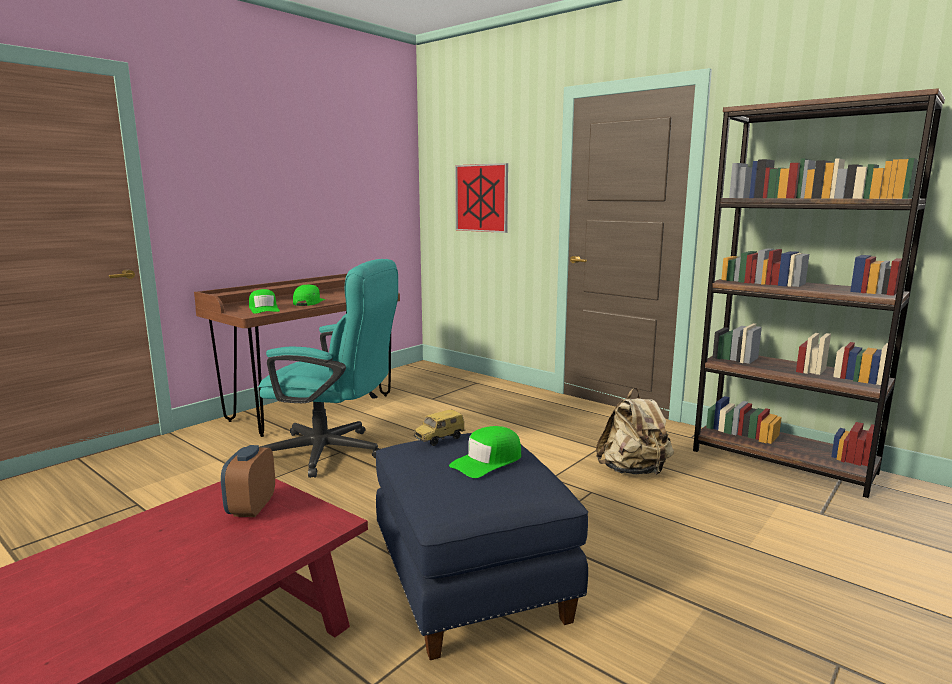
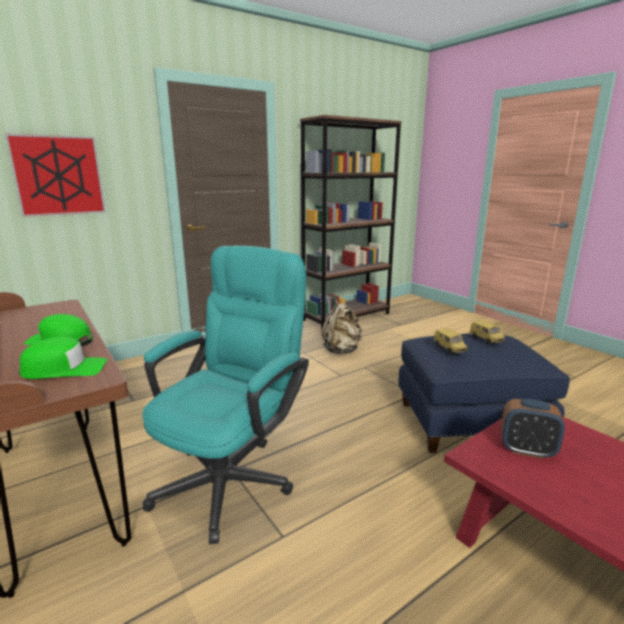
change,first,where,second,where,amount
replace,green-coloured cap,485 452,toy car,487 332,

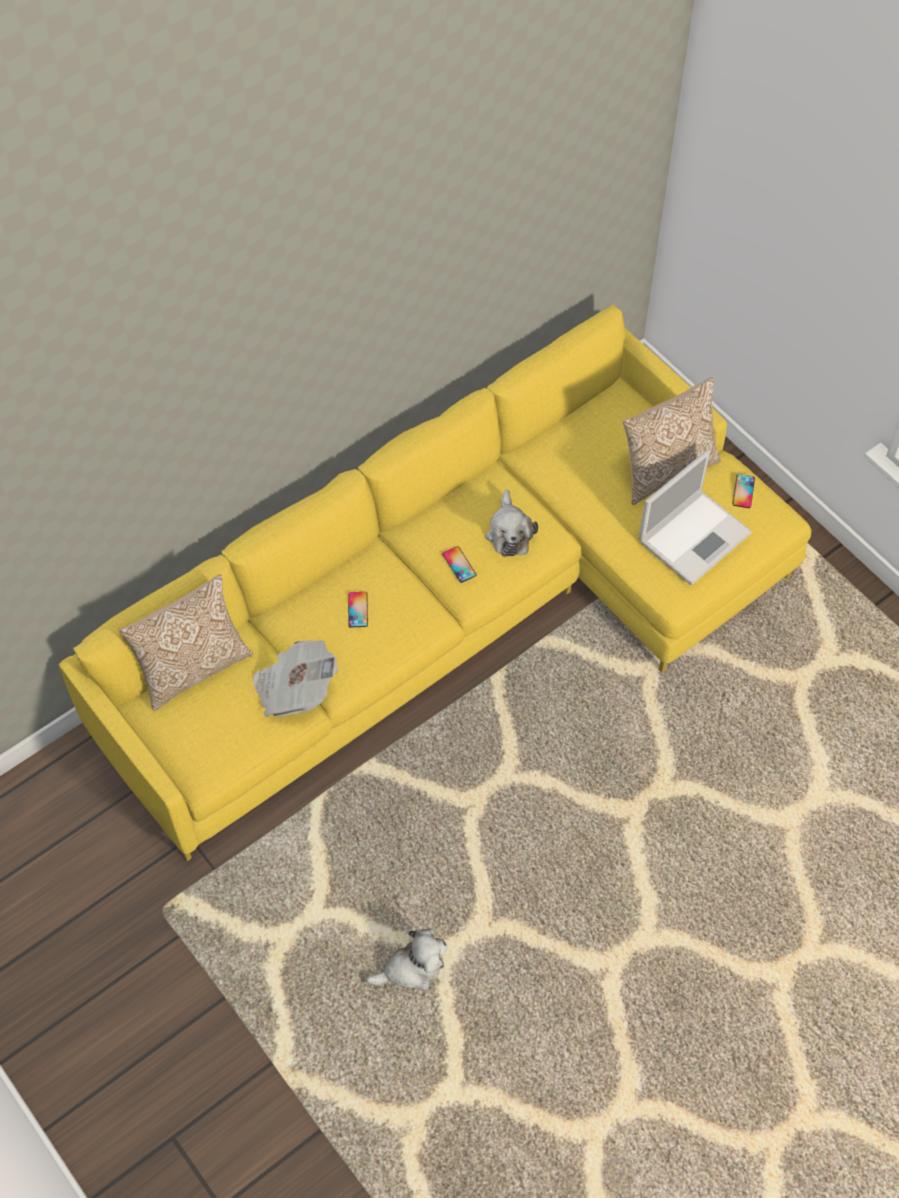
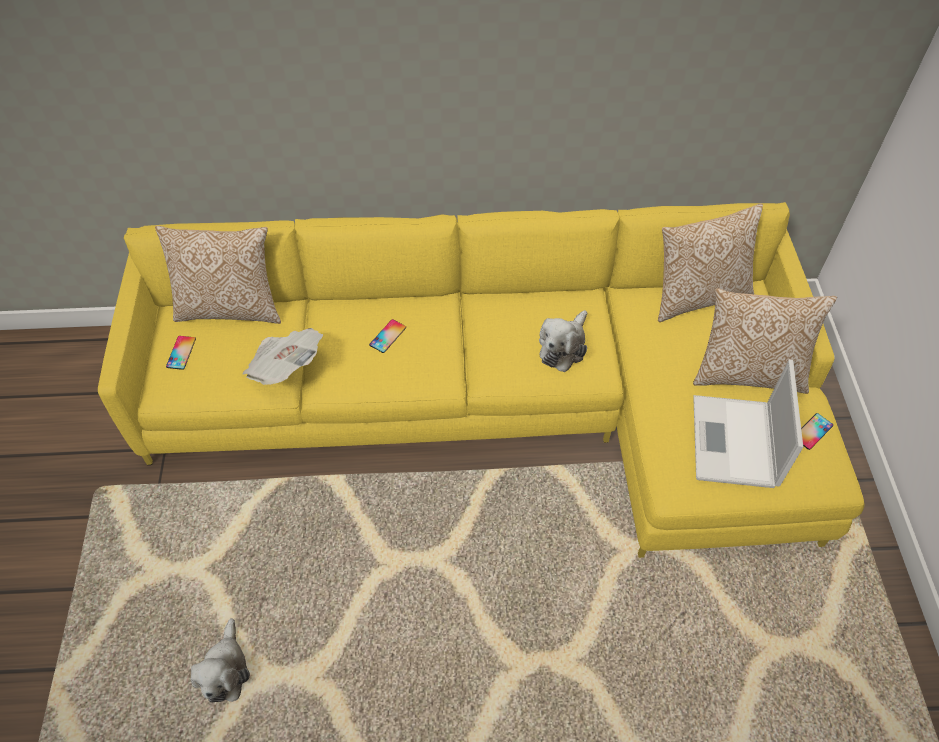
change,first,where,second,where,amount
move,handset,459 564,,181 353,
rotate,soft toy,407 960,,220 660,75 degrees clockwise
insert,,,pillow,710 262,
rotate,notebook computer,695 517,,748 423,105 degrees clockwise

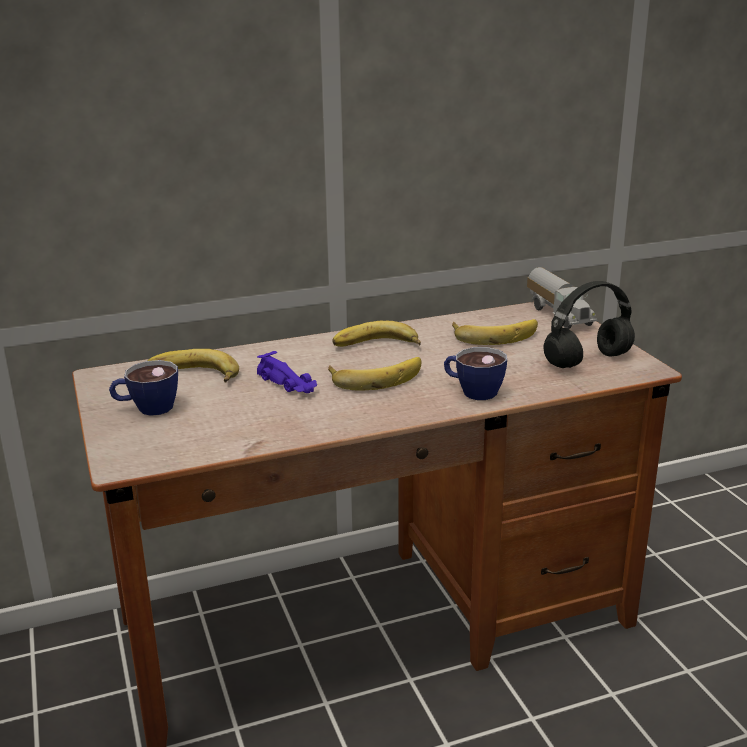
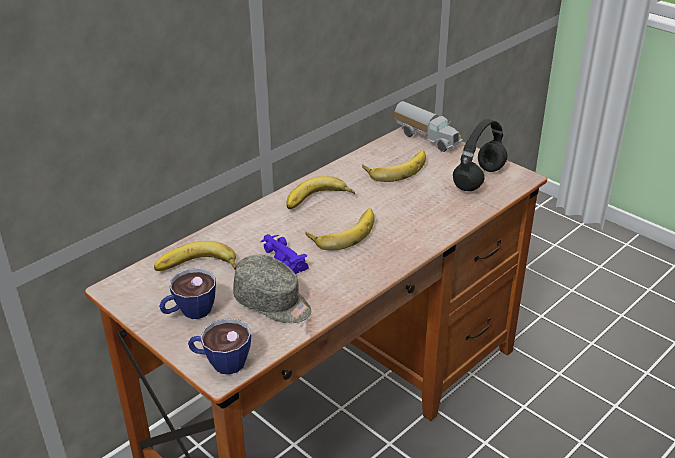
change,first,where,second,where,amount
move,small cup,475 373,,219 346,
insert,,,grey cap,272 289,
rotate,purple toy car,287 372,,284 254,150 degrees counterclockwise

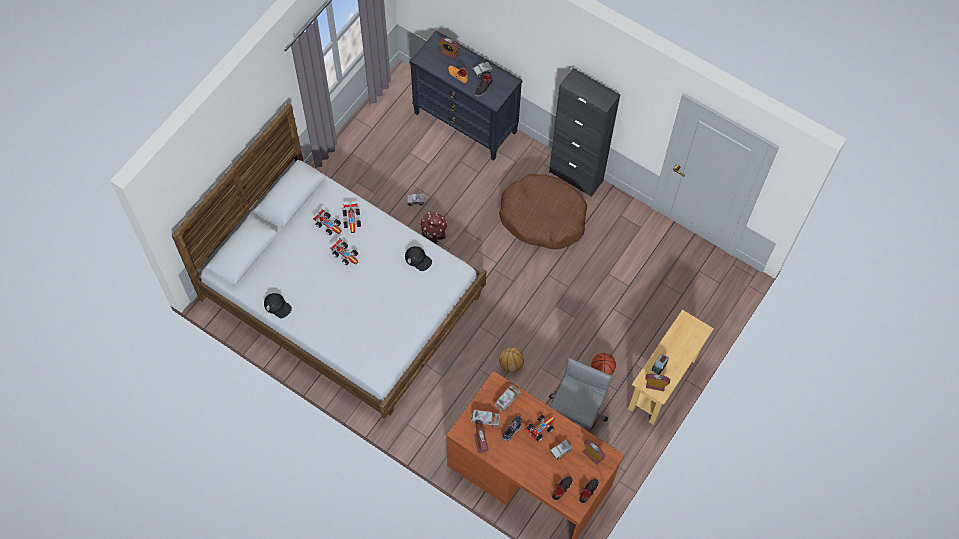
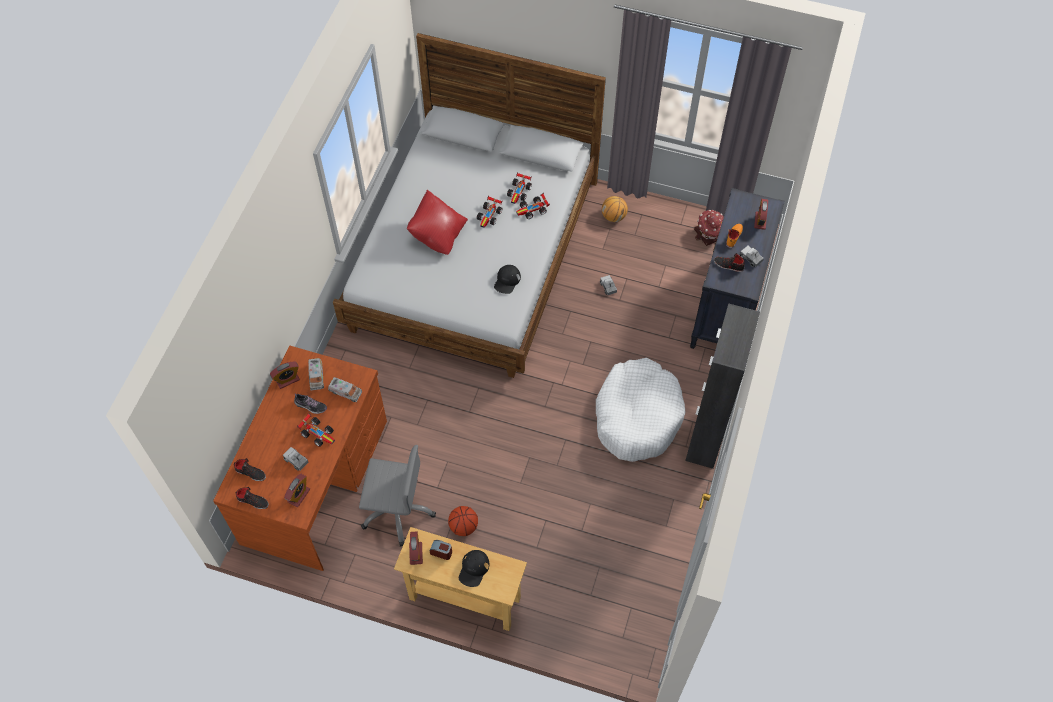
change,first,where,second,where,amount
insert,,,reddish pillow,437 222,
move,blackish cap,278 305,,474 568,
recolor,brown pet bed,543 211,whitish pet bed,640 410,
move,ball for basketball,511 360,,615 209,
move,miniature house,433 228,,709 228,

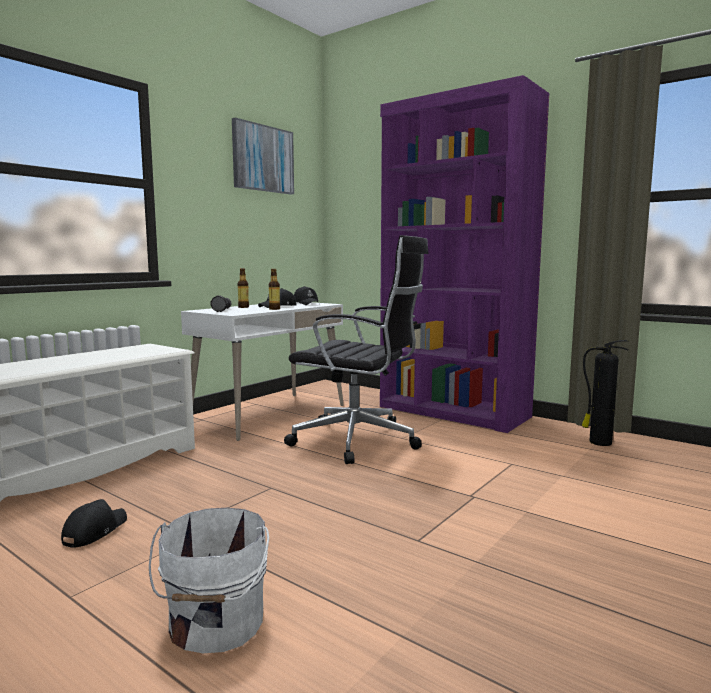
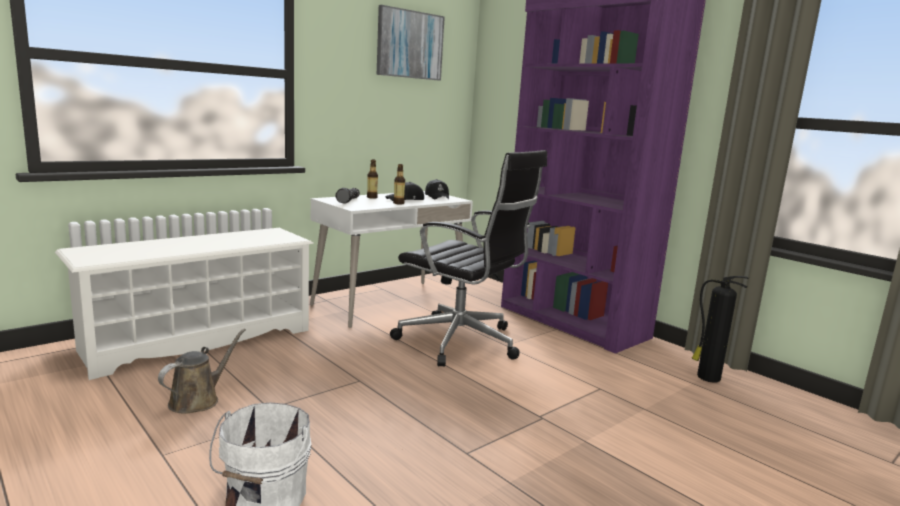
change,first,where,second,where,amount
replace,blackish cap,94 523,brown watering pot,202 371,

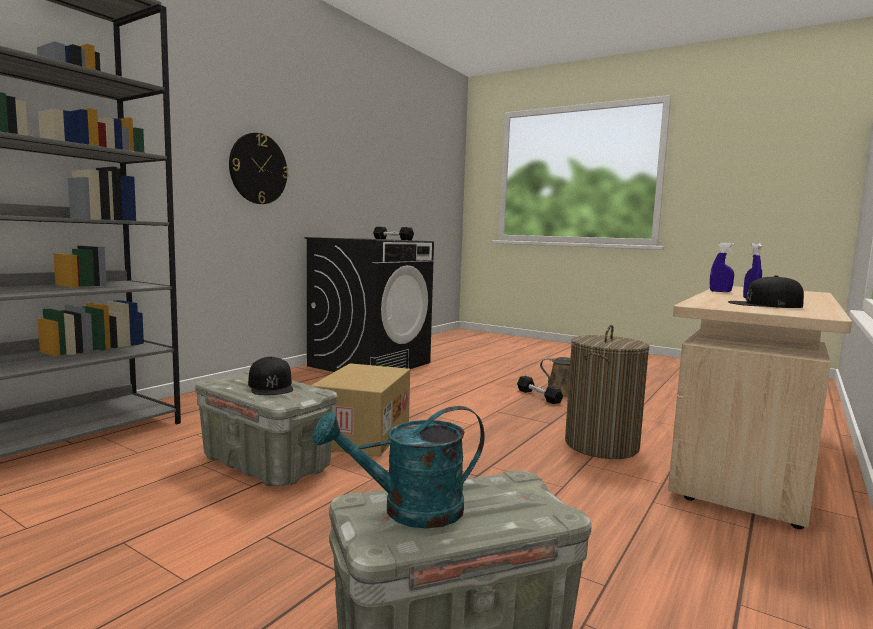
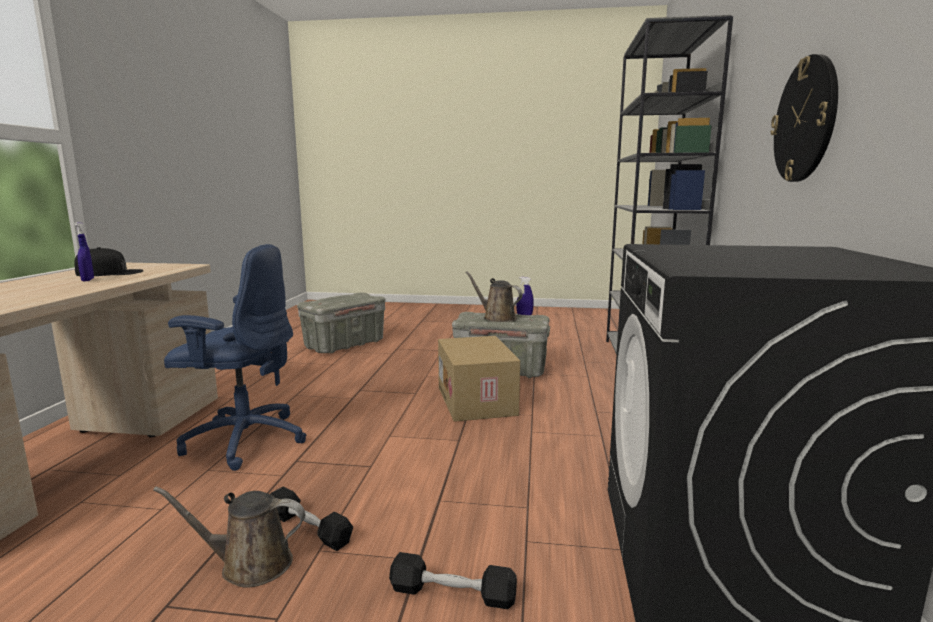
change,first,where,second,where,amount
replace,washing basket,607 392,blue desk chair,235 357,
move,blackish dumbbell,393 233,,453 580,
replace,blackish cap,270 376,brown watering pot,494 296,
move,blue hand sprayer,722 267,,525 296,
delete,turquoise watering pot,398 467,,,

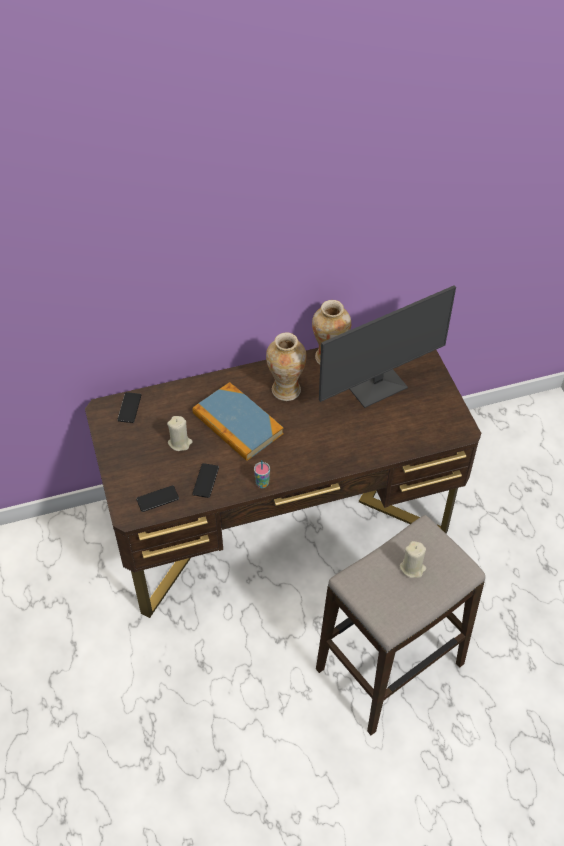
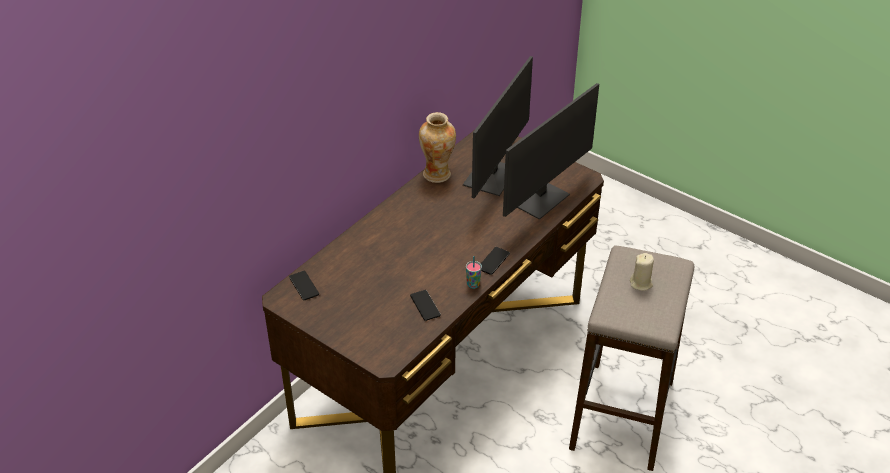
change,first,where,second,where,amount
move,handset,157 498,,495 261,
insert,,,monitor,551 151,
delete,sand-coloured wax candle,180 433,,,
delete,volume,238 421,,,
delete,flower vase,286 366,,,

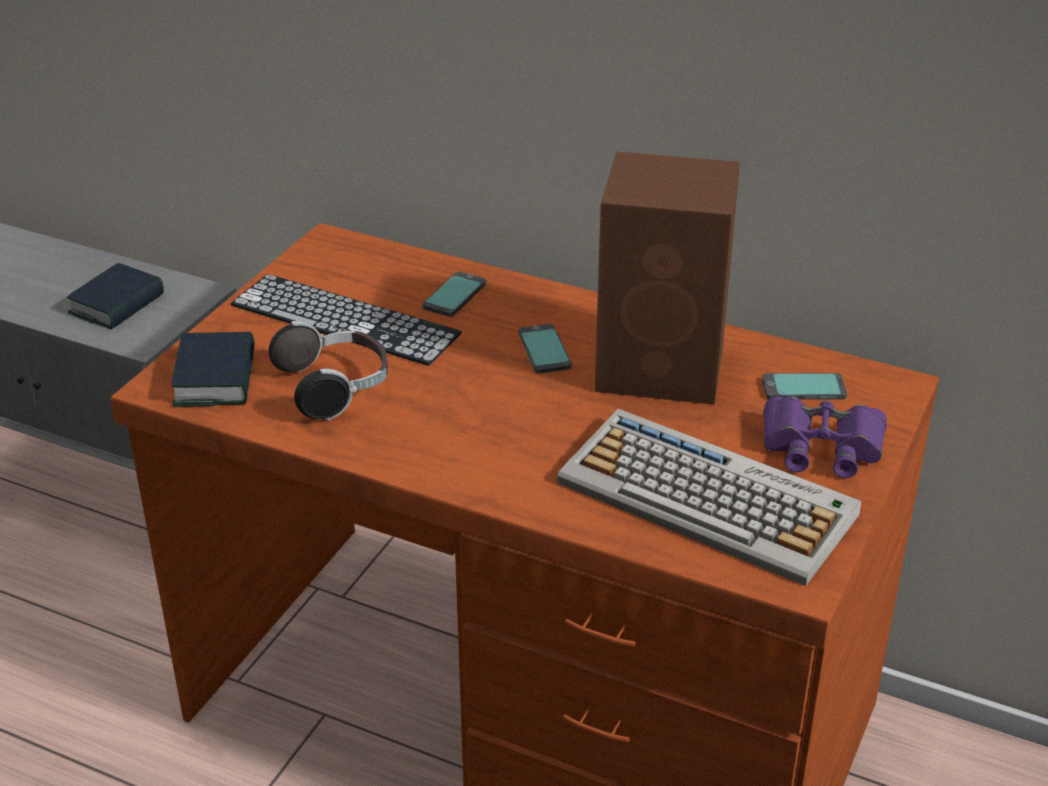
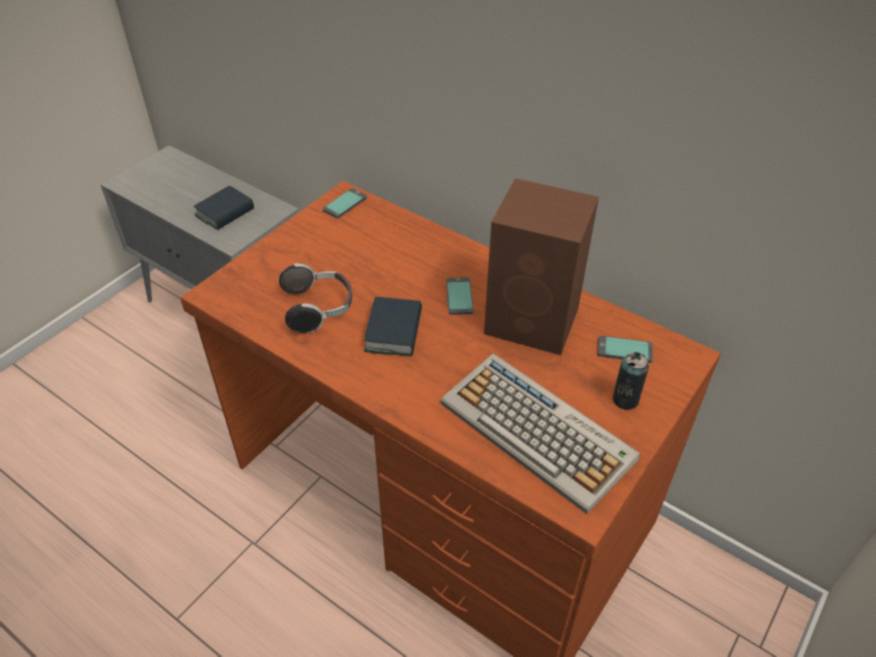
change,first,where,second,where,amount
move,handset,454 294,,345 203,
move,volume,213 369,,393 326,
replace,purple field glasses,825 437,metal can,631 381,
delete,PC keyboard,346 319,,,

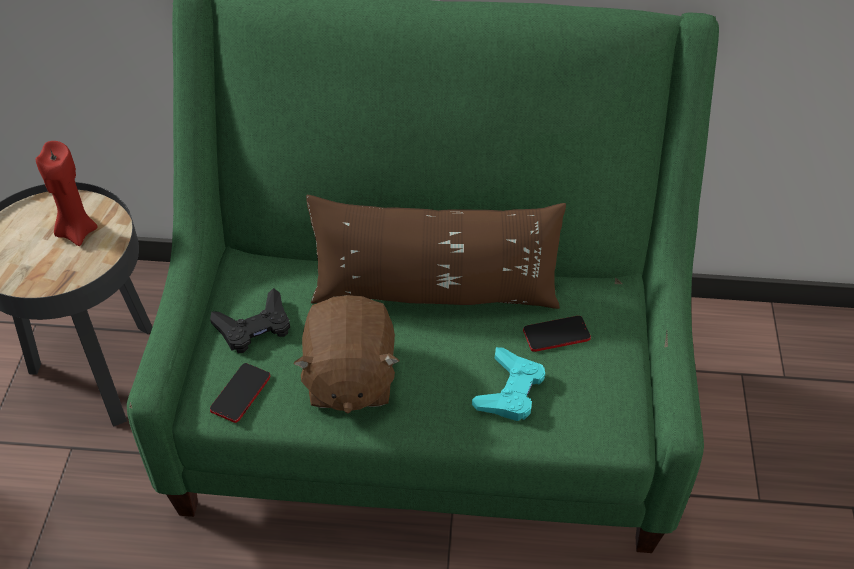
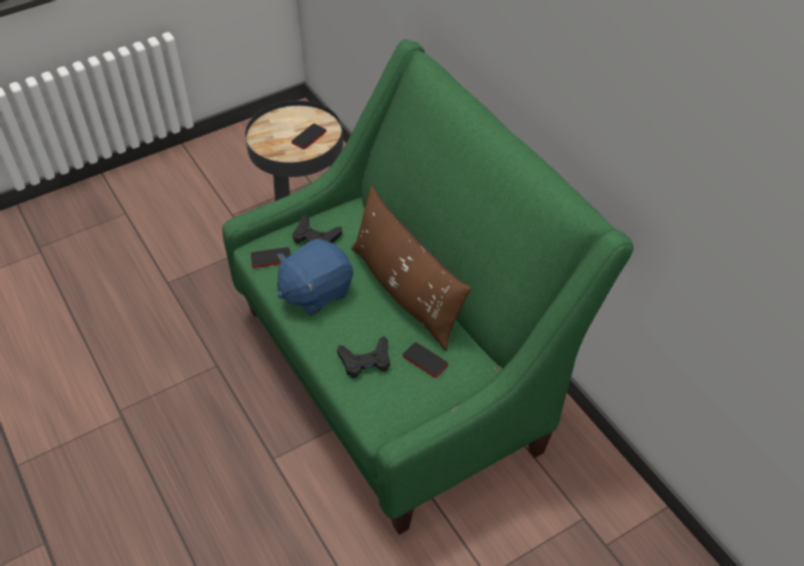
change,first,where,second,where,amount
recolor,brown soft toy,346 354,blue soft toy,315 277,
replace,reddish wax candle,66 193,handset,308 136,
recolor,turquoise joypad,508 384,blackish joypad,363 357,

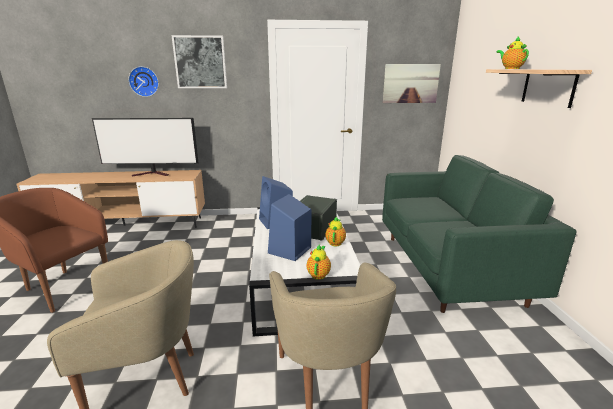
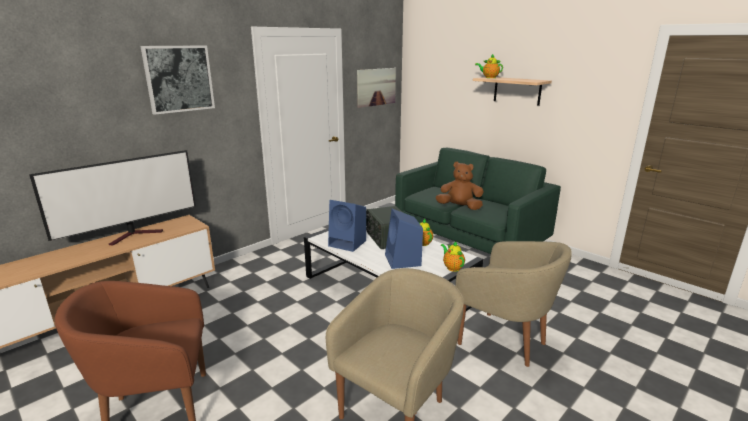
change,first,where,second,where,amount
insert,,,brown soft toy,460 186,
delete,wall clock,144 81,,,

